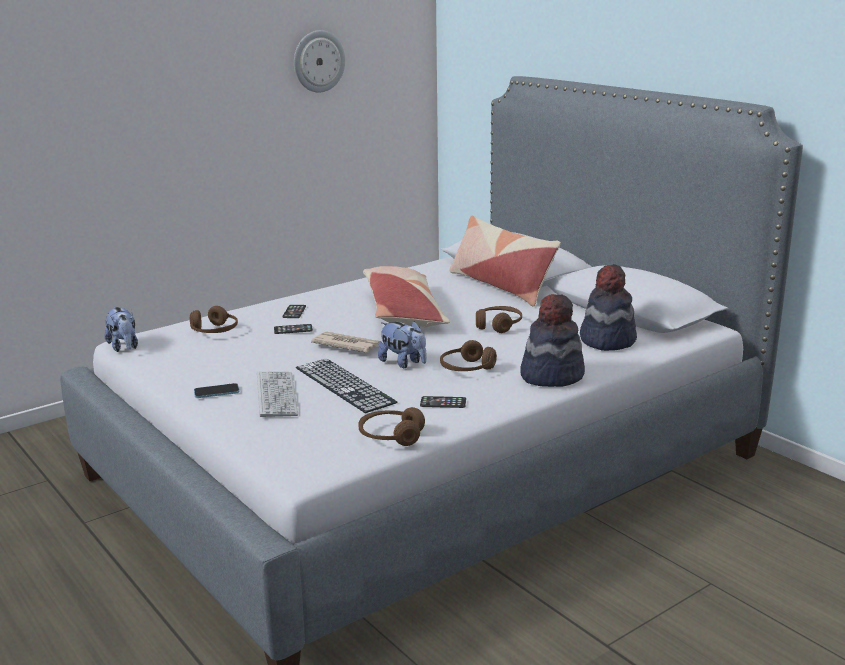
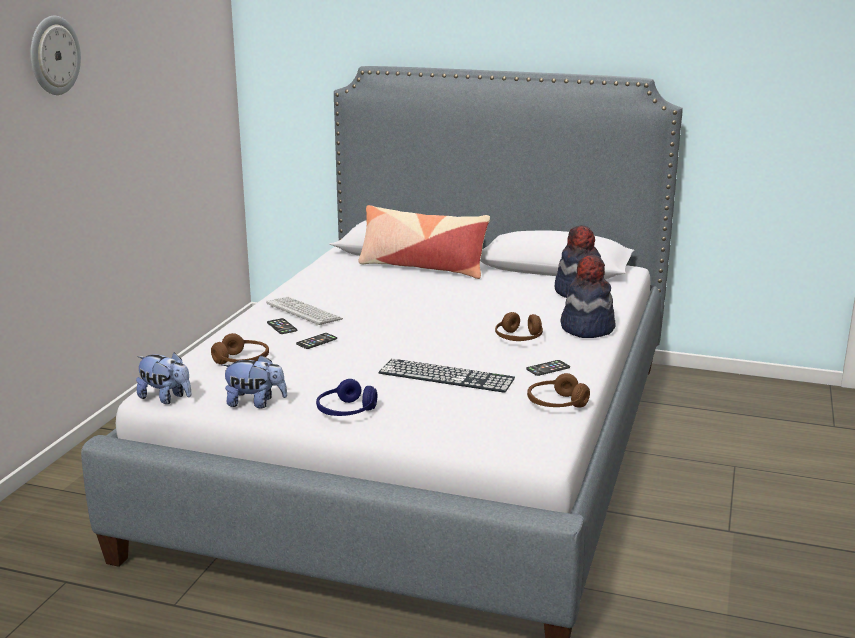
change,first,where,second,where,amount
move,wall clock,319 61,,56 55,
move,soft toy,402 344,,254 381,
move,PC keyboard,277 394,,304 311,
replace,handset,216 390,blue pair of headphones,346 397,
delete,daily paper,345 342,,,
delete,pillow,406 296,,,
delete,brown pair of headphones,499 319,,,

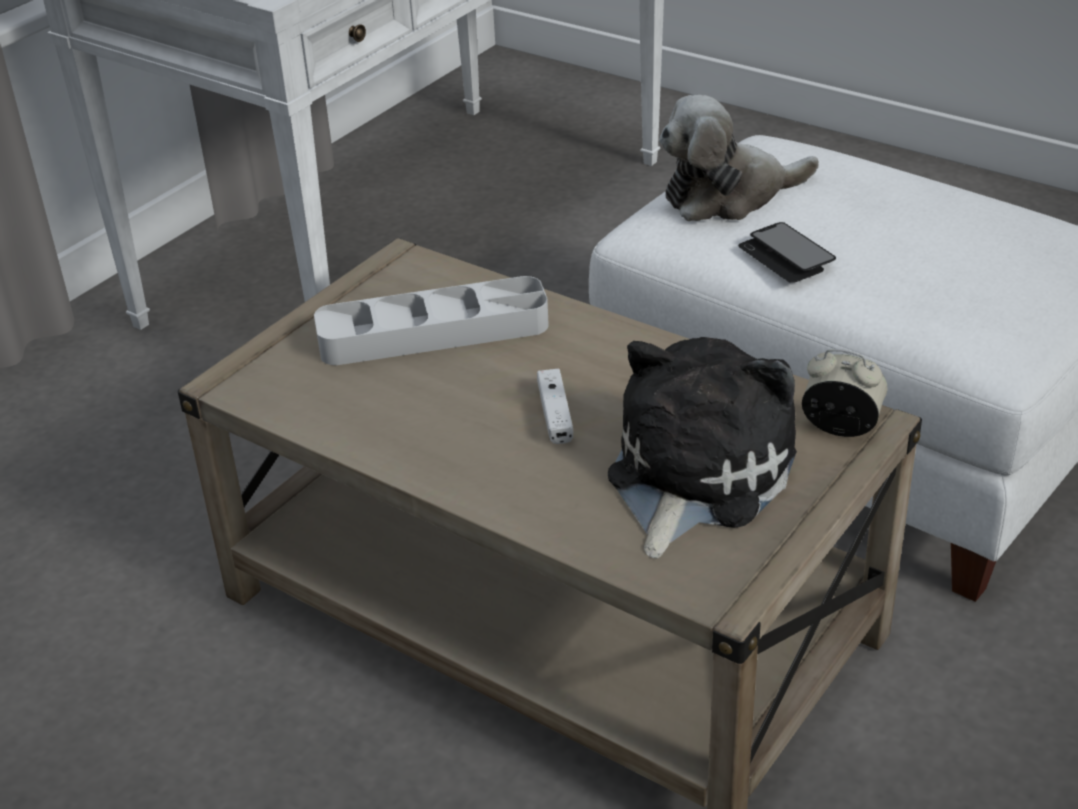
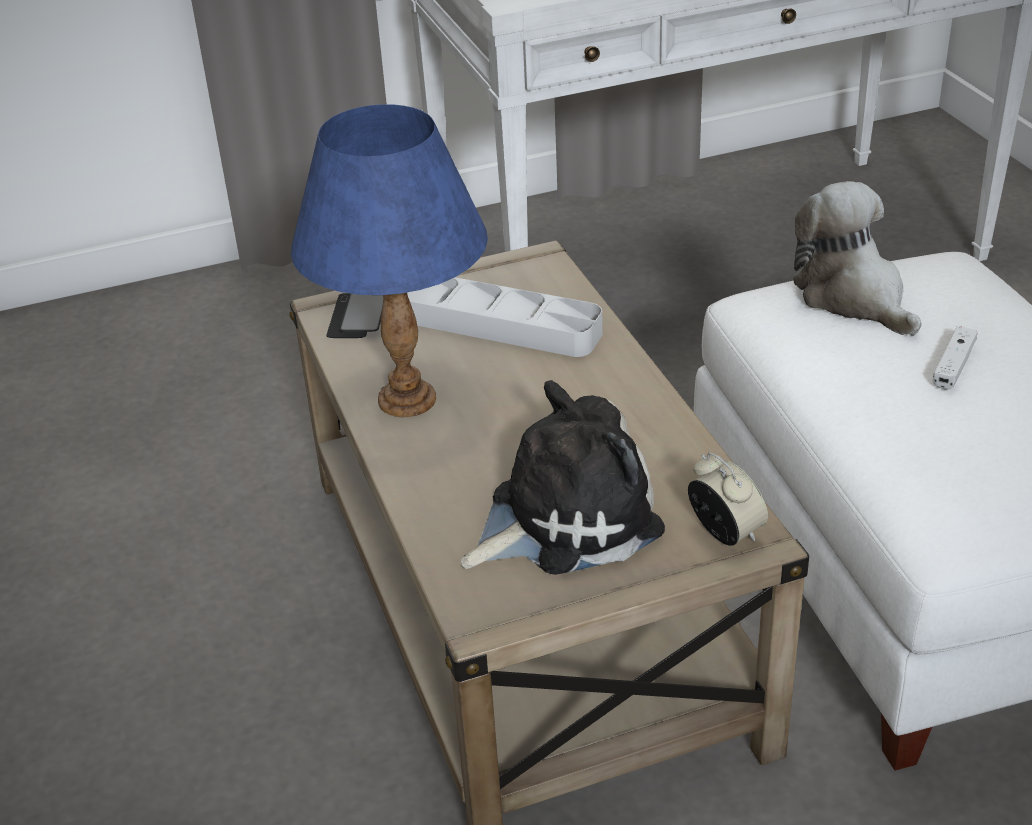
change,first,where,second,where,amount
insert,,,blue tabletop lamp,389 260,
move,handset,787 252,,355 315,
rotate,soft toy,739 158,,857 258,45 degrees clockwise
move,whitish joypad,555 406,,955 358,

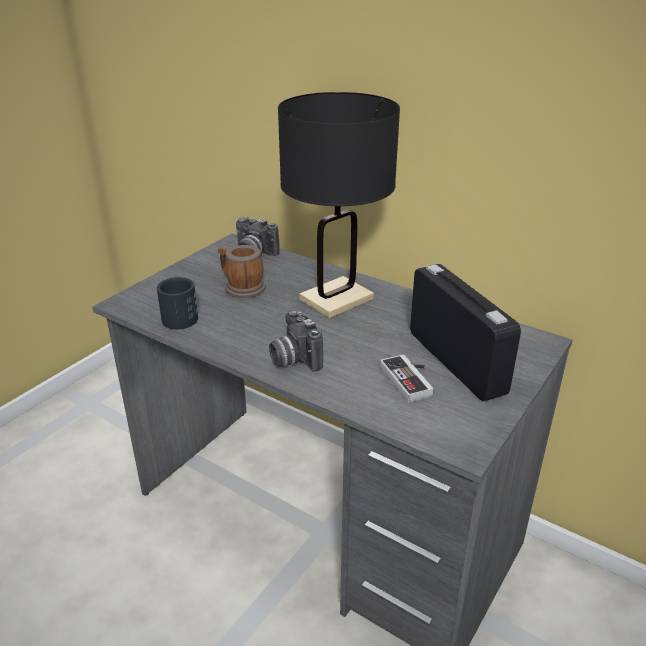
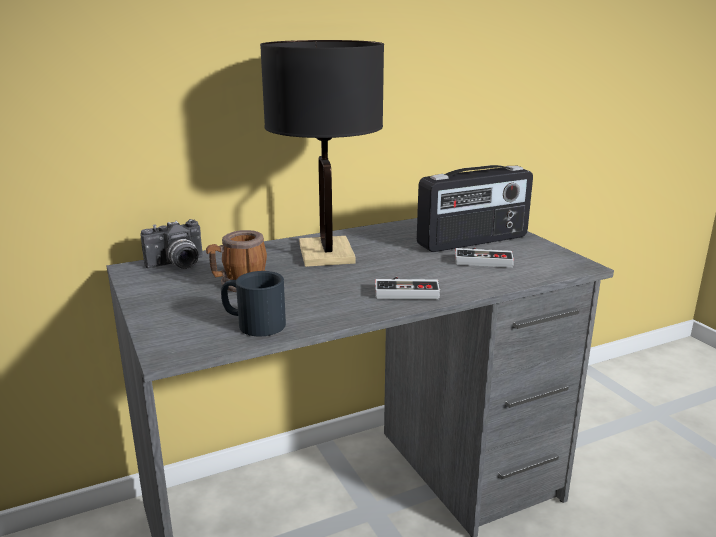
change,first,where,second,where,amount
replace,photo camera,296 340,joypad,407 288,
rotate,radio receiver,465 333,,475 208,150 degrees clockwise

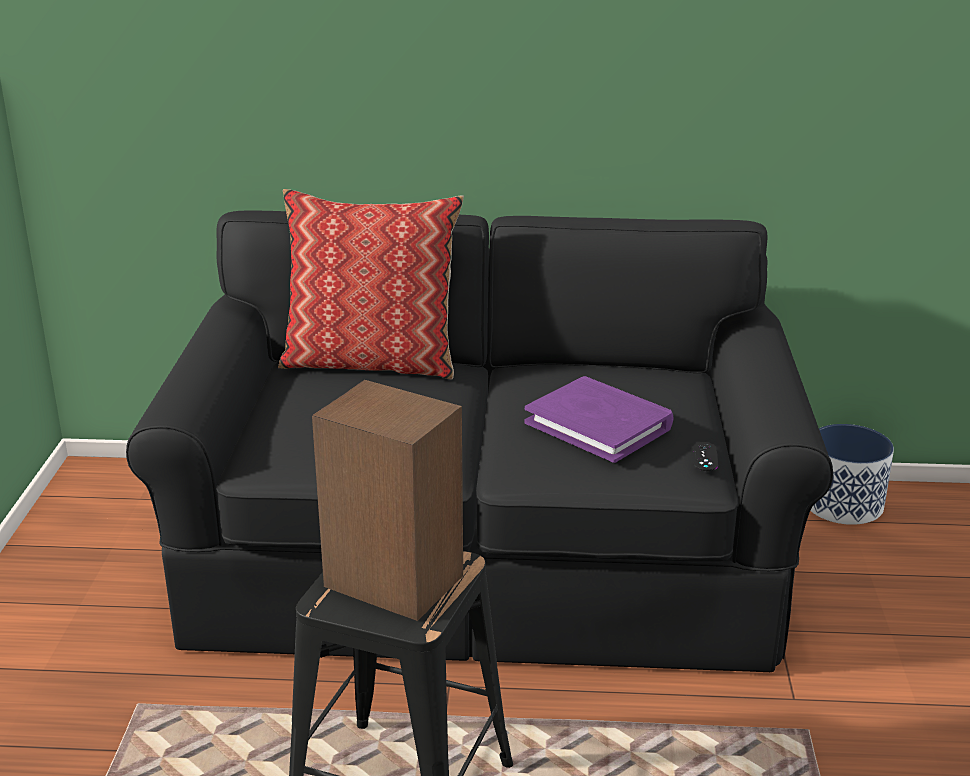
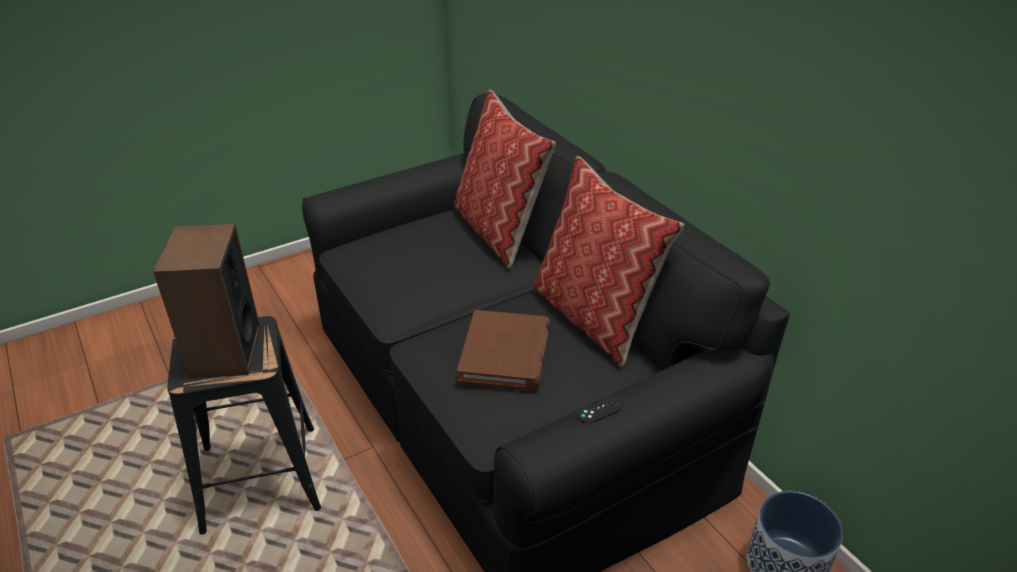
change,first,where,second,where,amount
recolor,purple volume,599 419,brown volume,503 350,
insert,,,pillow,608 261,
move,blackish joypad,705 456,,599 409,

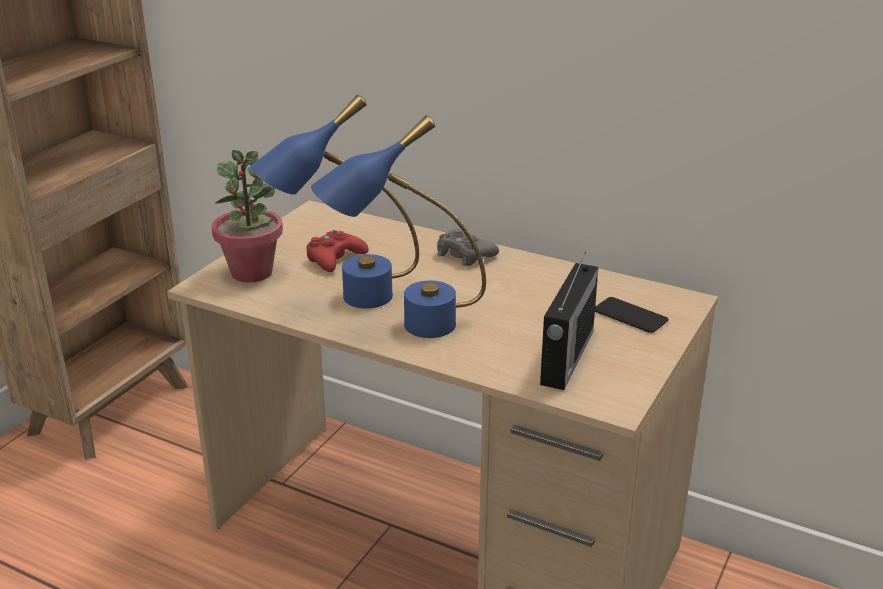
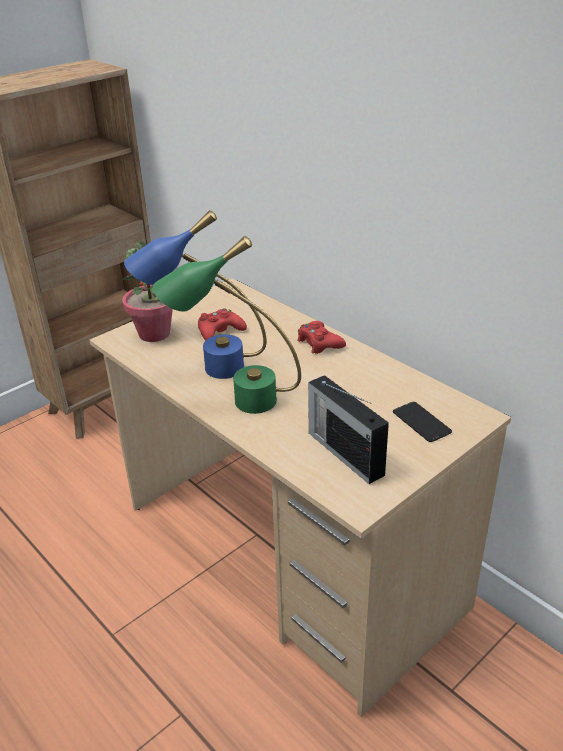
change,first,where,second,where,amount
recolor,blue tabletop lamp,398 226,green-coloured tabletop lamp,227 325,
recolor,grey joypad,468 247,reddish joypad,321 337,
rotate,radio receiver,569 321,,348 429,105 degrees clockwise

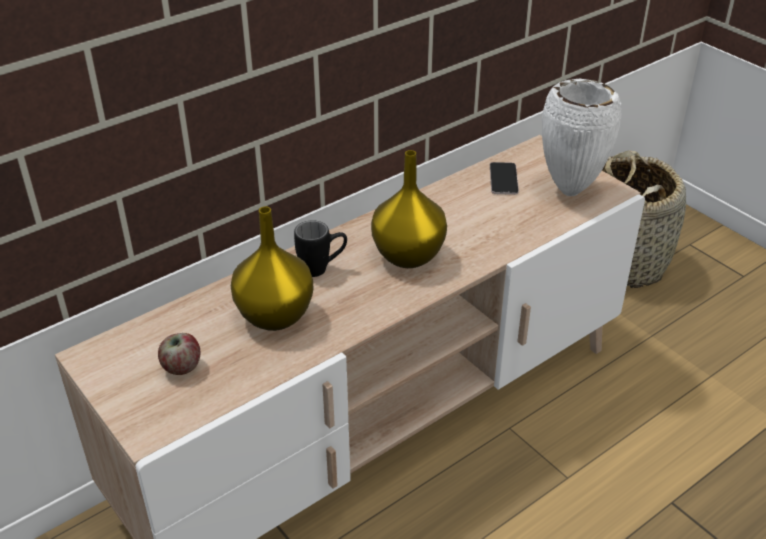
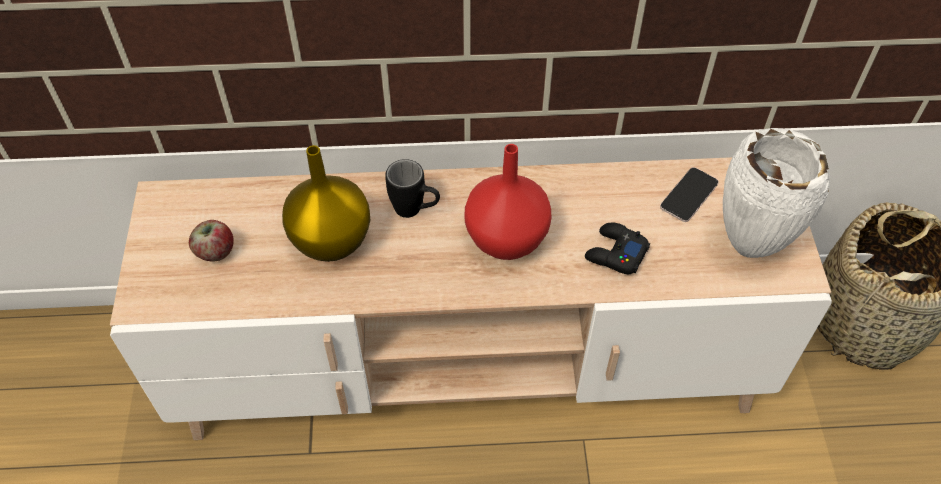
change,first,where,second,where,amount
recolor,yellowish flower vase,409 209,reddish flower vase,507 202,
insert,,,blackish joypad,617 248,

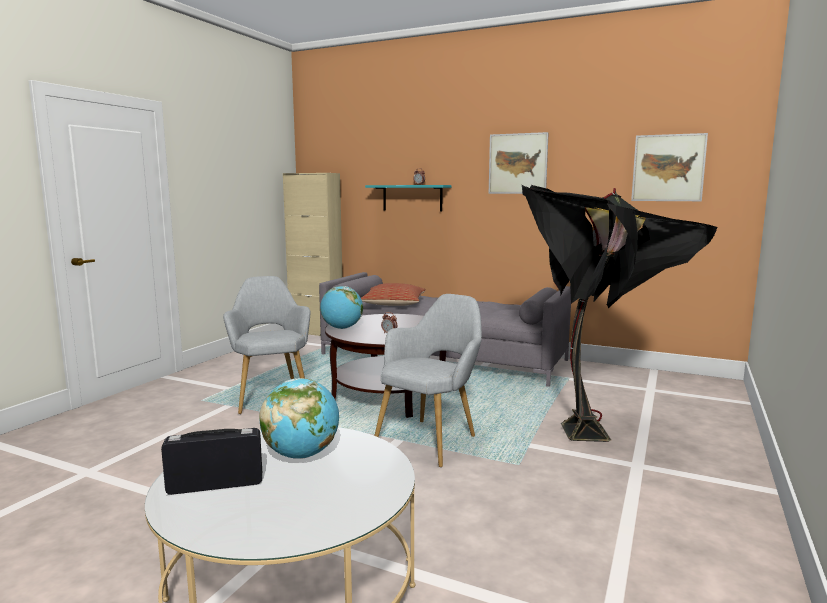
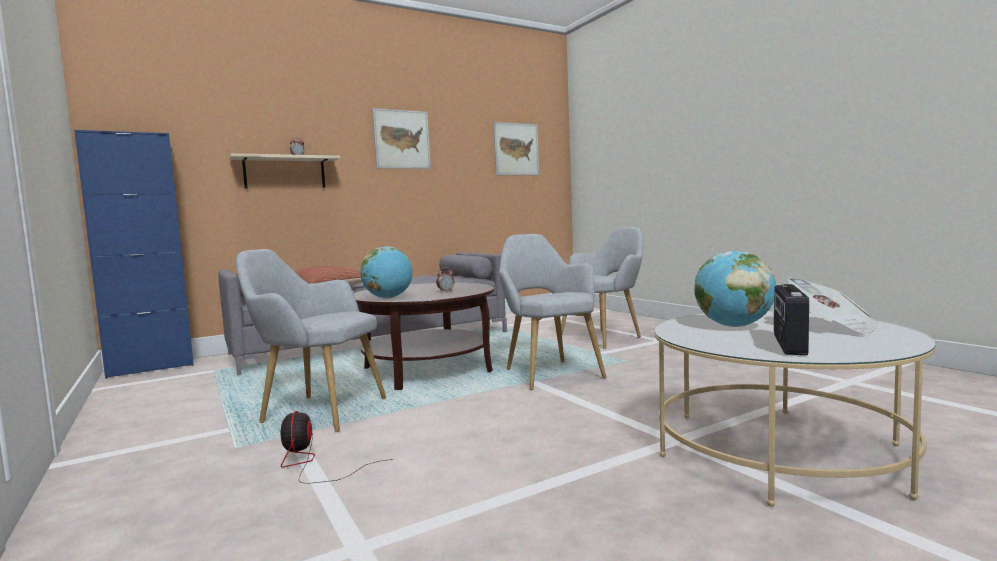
change,first,where,second,where,amount
recolor,sand-coloured cupboard,312 254,blue cupboard,134 254,
recolor,turquoise shelf,408 198,sand-coloured shelf,284 170,
insert,,,fan,337 447,
replace,blackish floor lamp,619 313,grey lounge chair,602 288,
insert,,,daily paper,832 306,

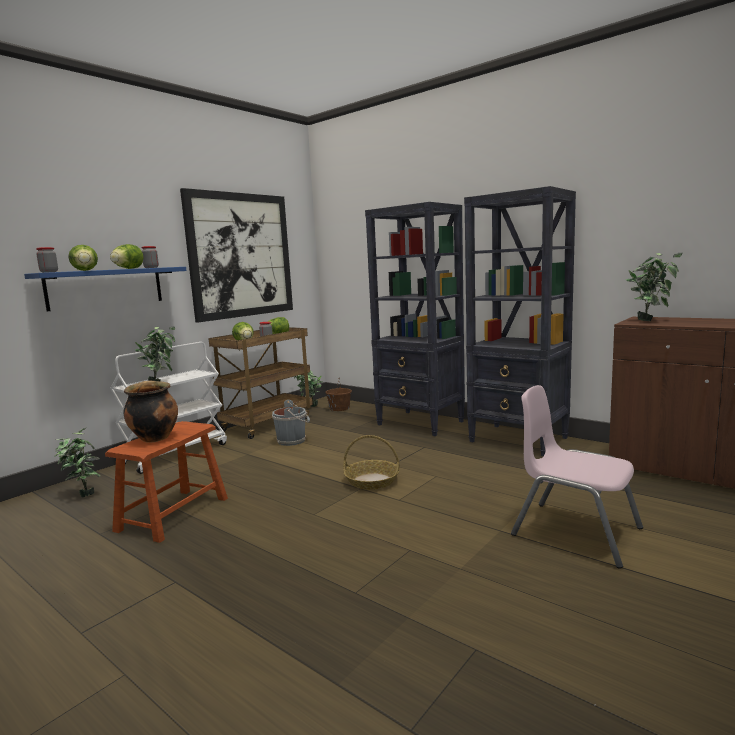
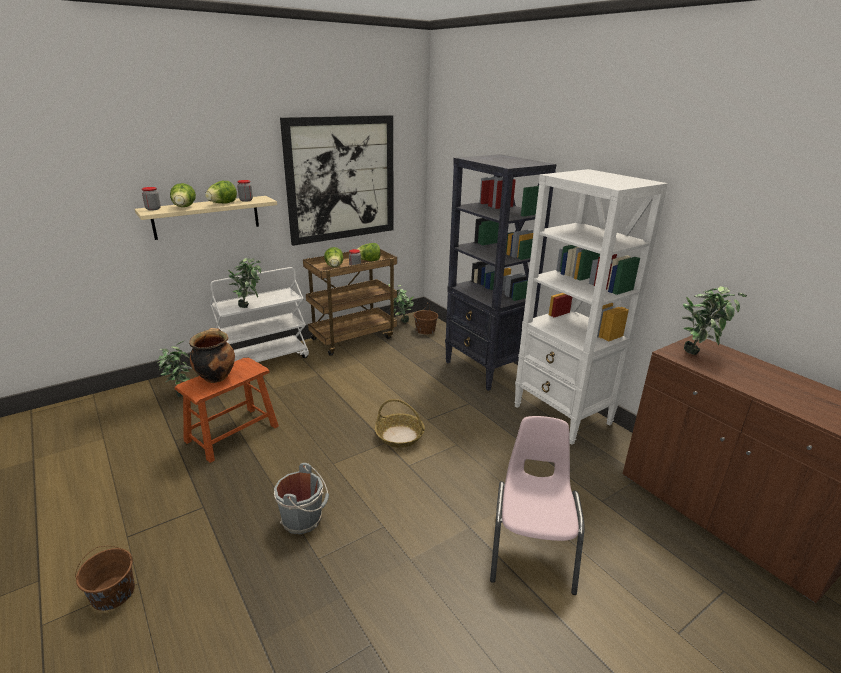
change,first,where,second,where,amount
insert,,,brown pail,105 578,
recolor,blue shelf,105 289,sand-coloured shelf,206 218,
move,grey pail,291 423,,301 498,
rotate,pink plain chair,577 477,,537 505,45 degrees clockwise
recolor,blackish shelving unit,520 321,whitish shelving unit,591 307,

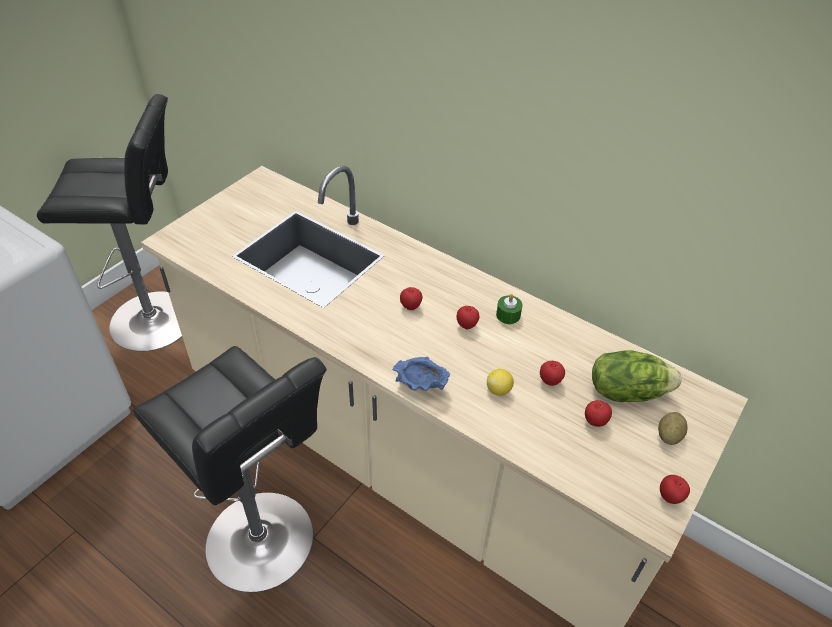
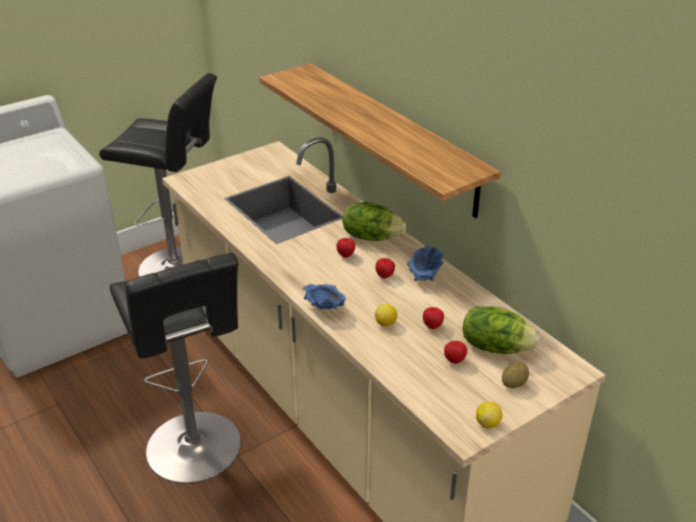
change,first,where,second,where,amount
insert,,,shelf,380 140,
insert,,,lettuce,374 221,
replace,green-coloured wax candle,509 309,blue deep dish,425 263,
replace,apple,675 489,whole lemon,489 415,

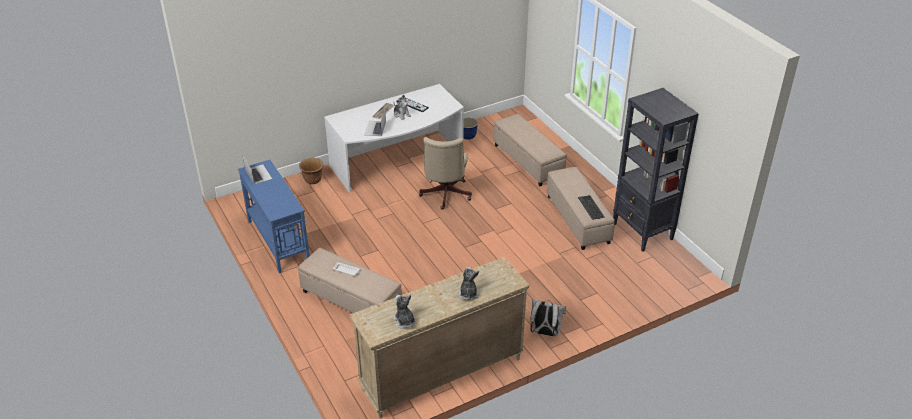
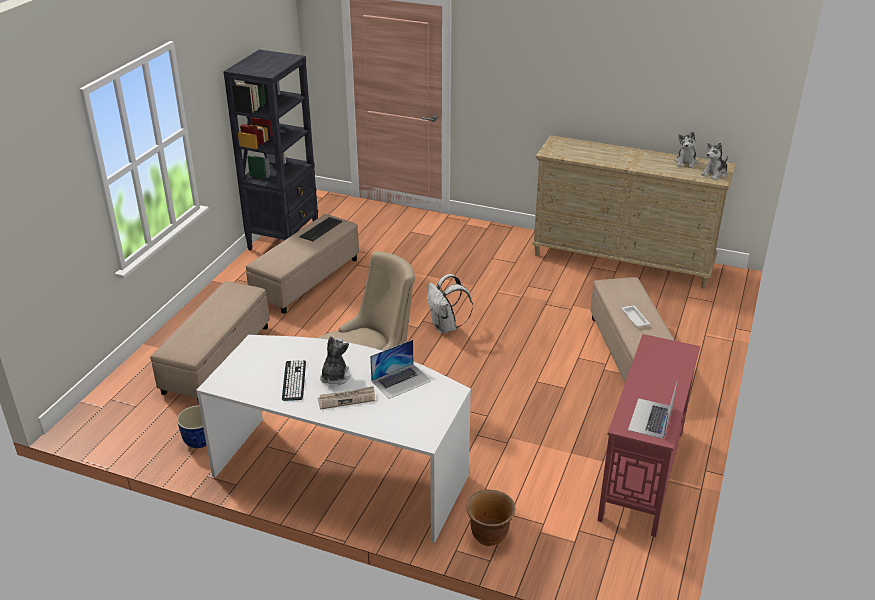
change,first,where,second,where,amount
move,whitish rucksack,548 317,,450 304,
recolor,blue hall table,274 216,reddish hall table,648 435,
move,soft toy,468 283,,714 161,

